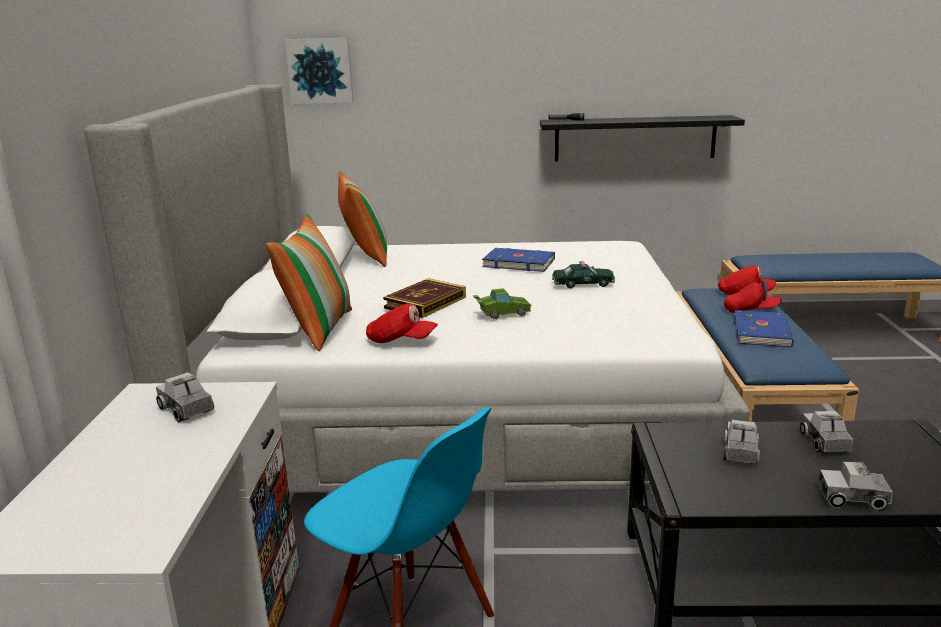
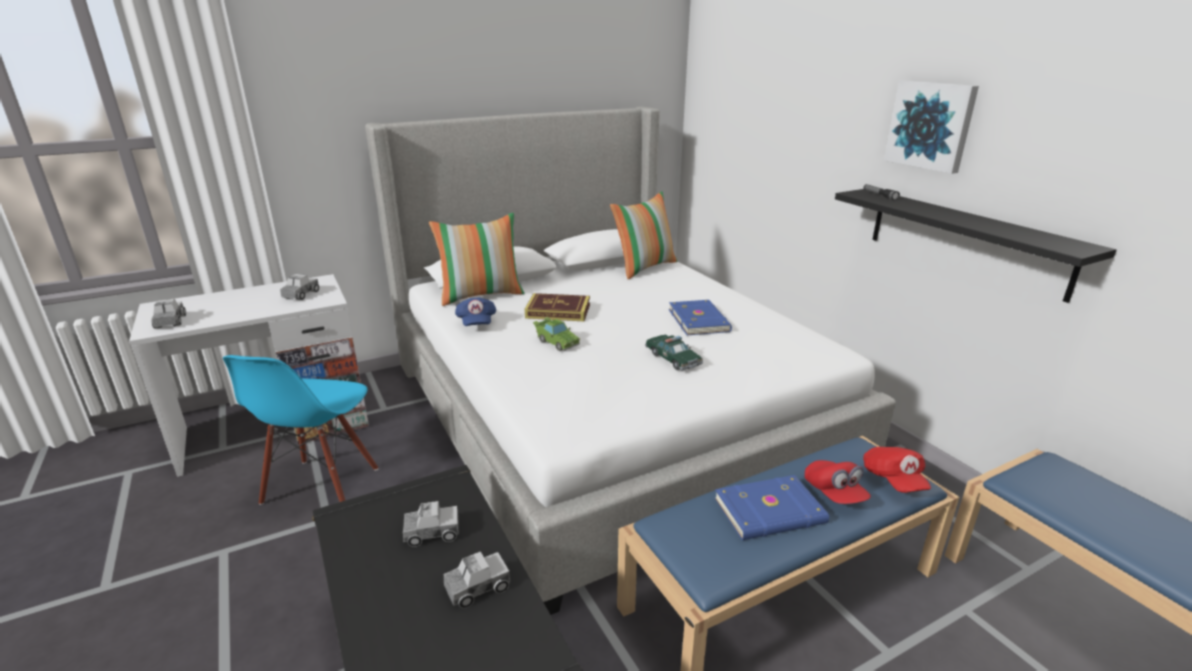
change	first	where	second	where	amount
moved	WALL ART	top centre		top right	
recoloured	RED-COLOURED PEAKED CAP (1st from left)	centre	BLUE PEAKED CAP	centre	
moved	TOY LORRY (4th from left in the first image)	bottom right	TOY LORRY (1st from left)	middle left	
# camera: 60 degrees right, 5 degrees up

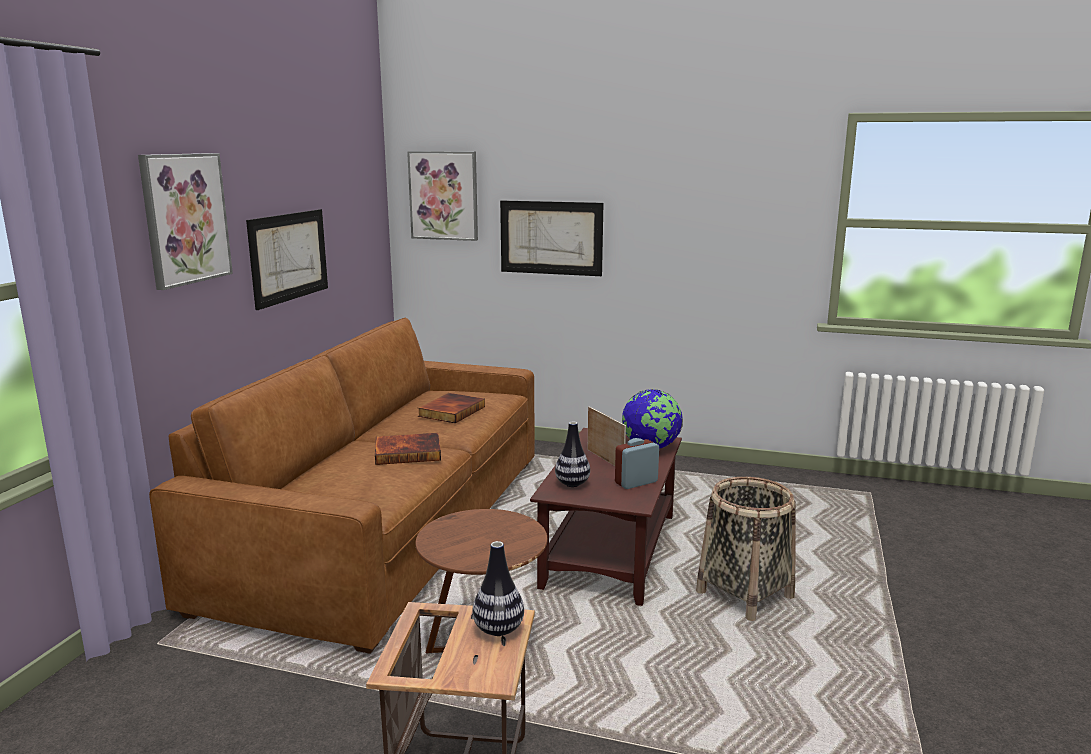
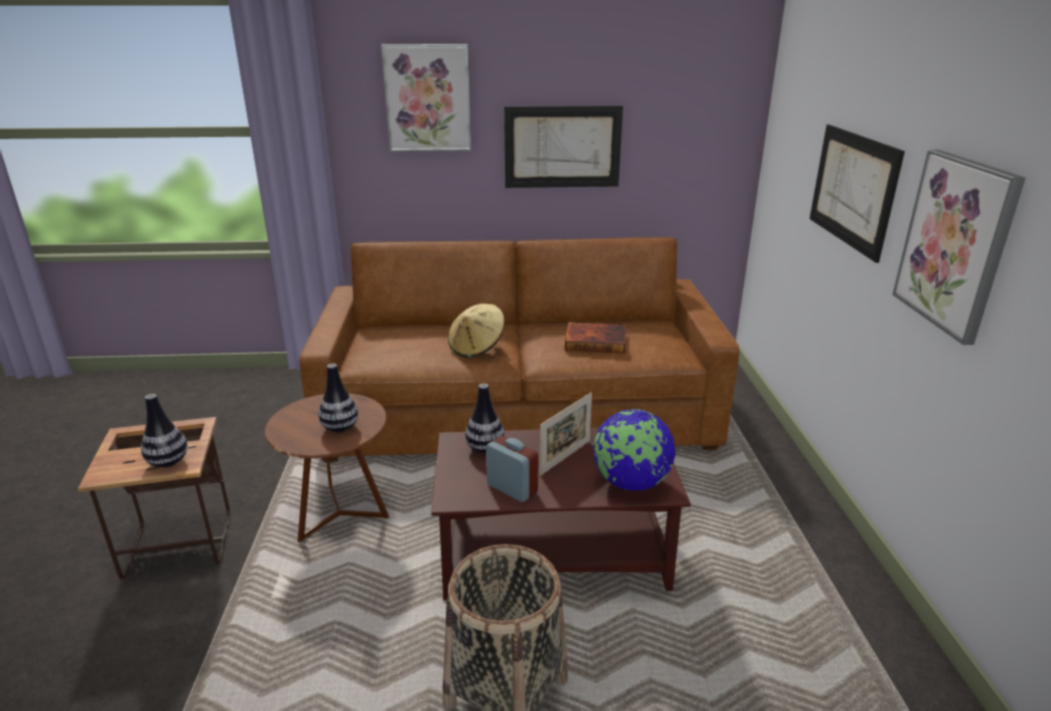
change	first	where	second	where	amount
replaced	BOUND BOOK (1st from left)	centre	BEIGE-COLOURED WEARABLE HAT	centre	
moved	WALL ART (3rd from left in the first image)	top centre	WALL ART (4th from left)	middle right	
added			VASE (2nd from left)	middle left	
# camera: 70 degrees right, 10 degrees up

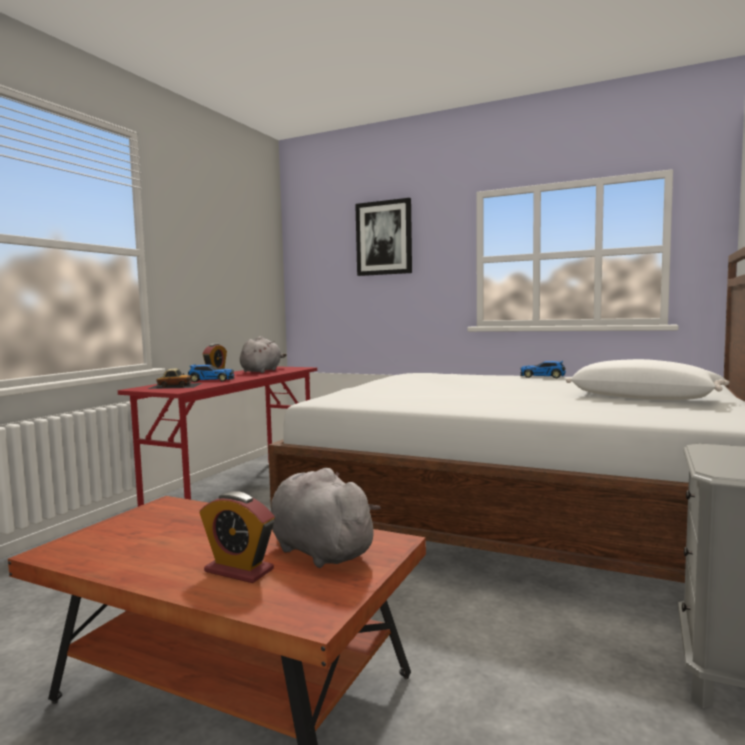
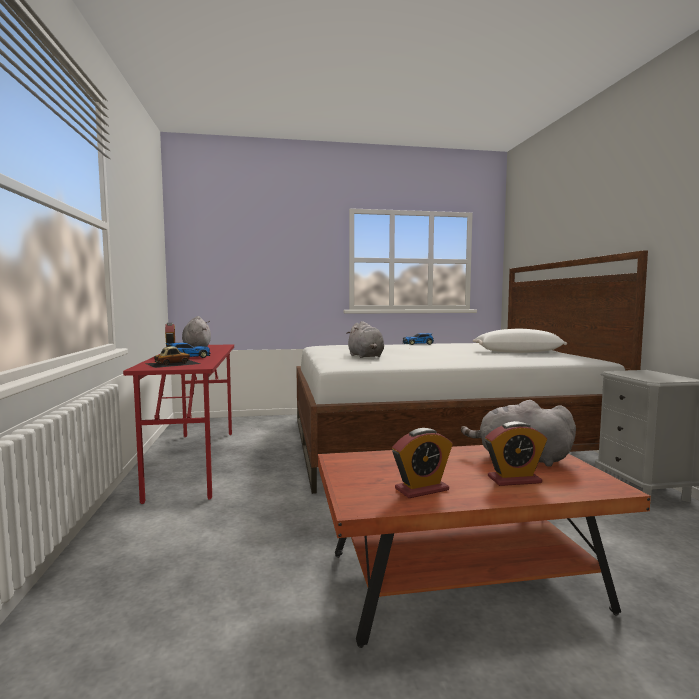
change	first	where	second	where	amount
removed	WALL ART	top centre			
added			GREYISH SOFT TOY (2nd from left)	centre	
added			ALARM CLOCK (2nd from left)	centre	
# camera: 35 degrees left, 0 degrees up

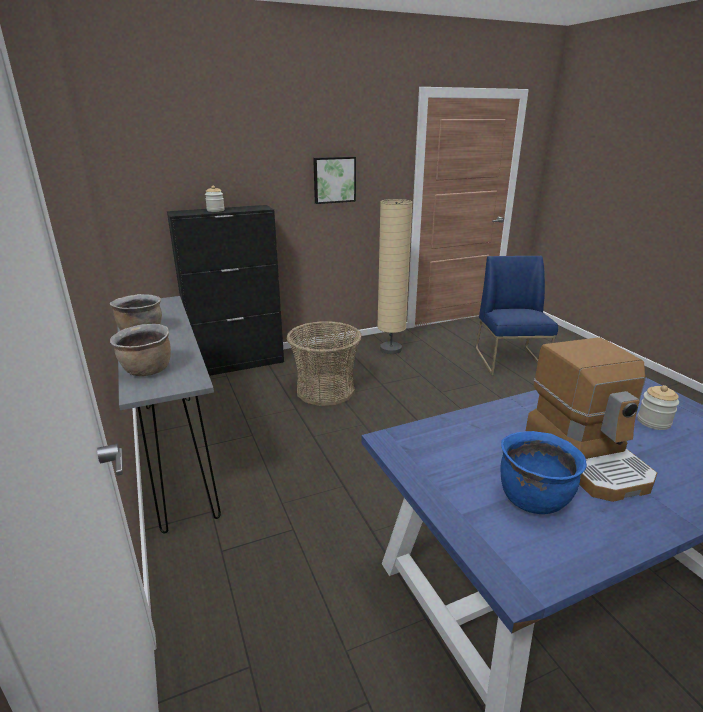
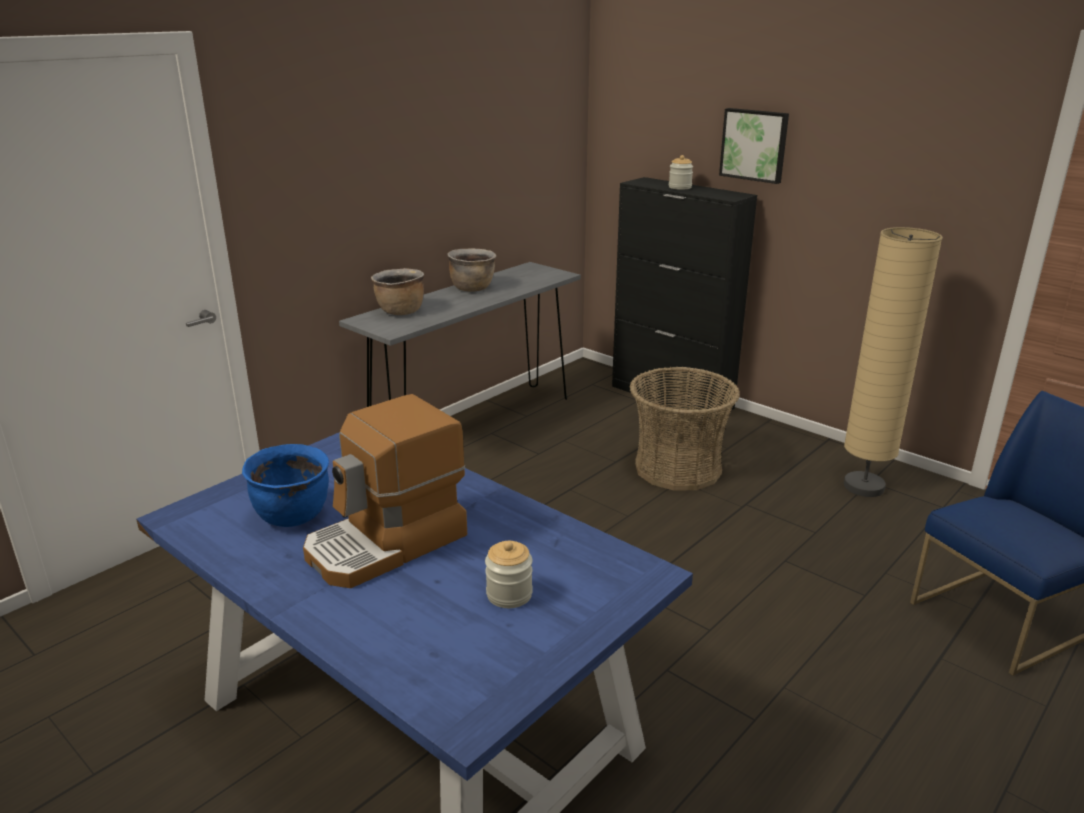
change	first	where	second	where	amount
moved	WALL ART	top centre		top right	
# camera: 65 degrees right, 0 degrees up

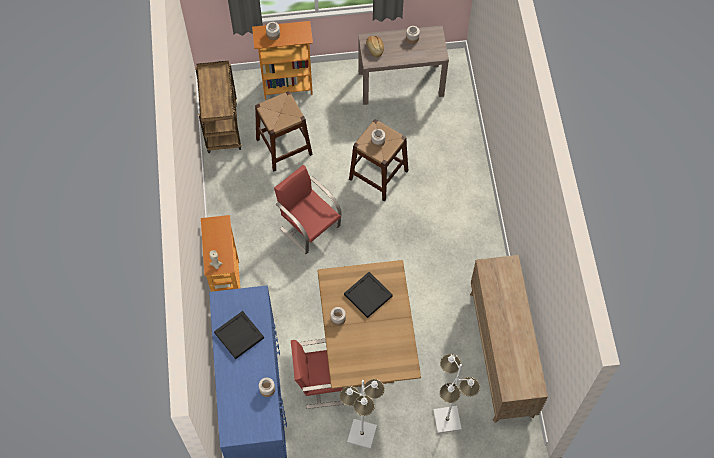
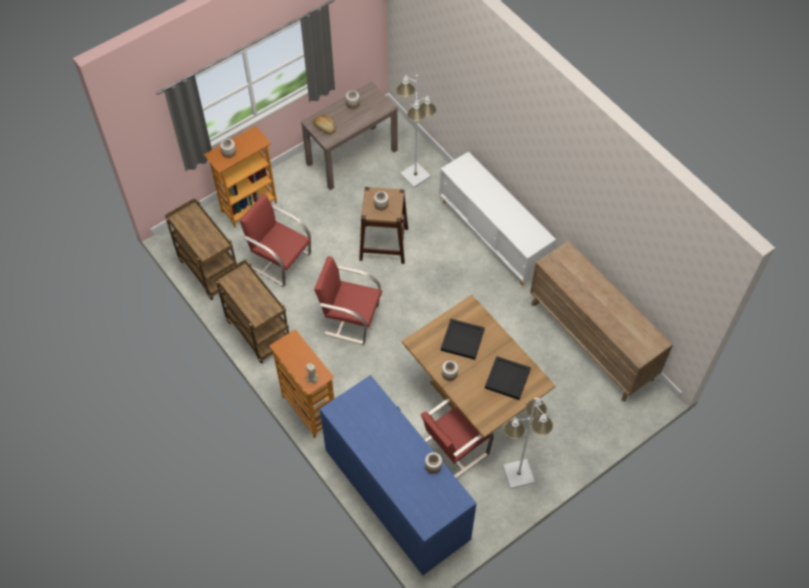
change	first	where	second	where	amount
moved	BLACK-COLOURED TRAY (1st from left in the first image)	bottom centre	BLACK-COLOURED TRAY (2nd from left)	centre	
replaced	BROWN-COLOURED STOOL SEAT (1st from left)	top centre	RED-COLOURED UPRIGHT CHAIR (1st from left)	centre	
moved	WHITISH FLOOR LAMP (2nd from left in the first image)	bottom centre	WHITISH FLOOR LAMP (1st from left)	top centre	
added			BROWN-COLOURED TROLLEY (2nd from left)	middle left	
added			WHITISH CUPBOARD	centre	
# camera: 30 degrees left, 5 degrees down

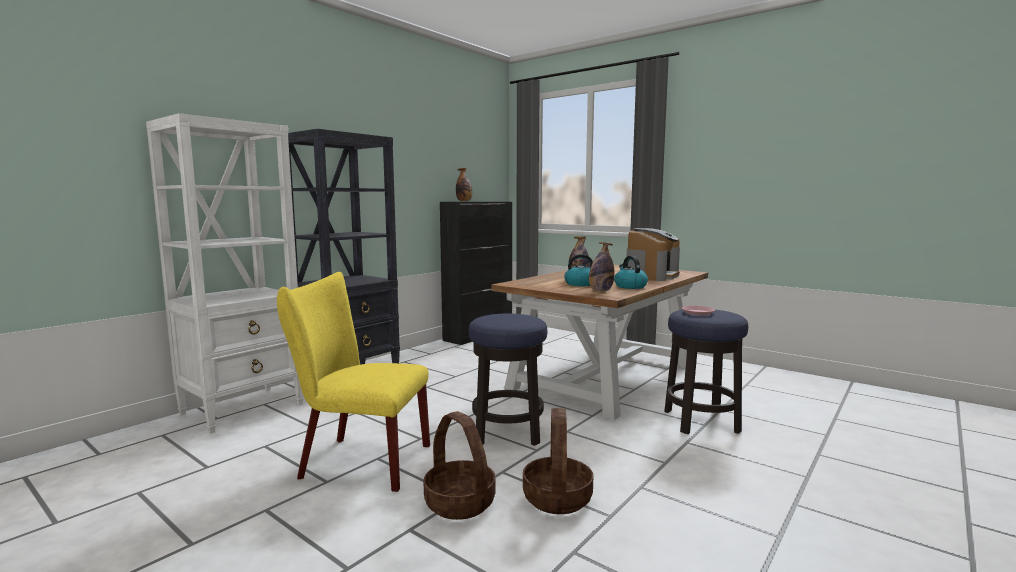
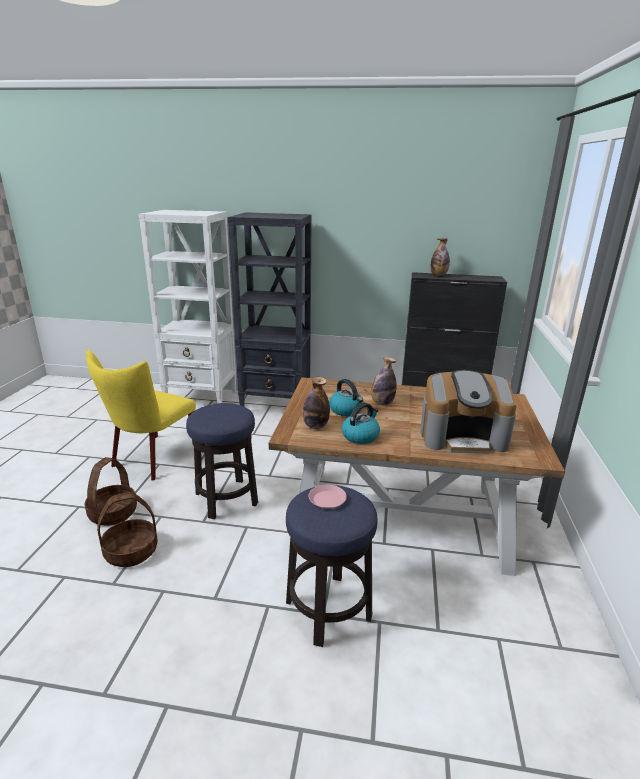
change	first	where	second	where	amount
turned	YELLOW-COLOURED UPRIGHT CHAIR	bottom centre		middle left	135 degrees counterclockwise
# camera: 60 degrees right, 15 degrees up

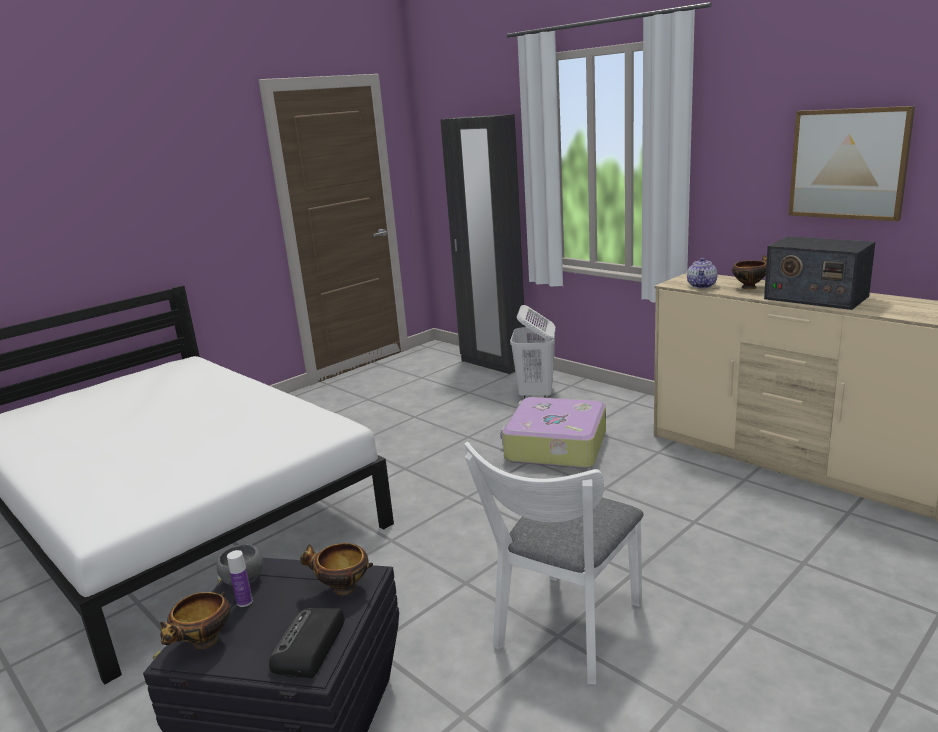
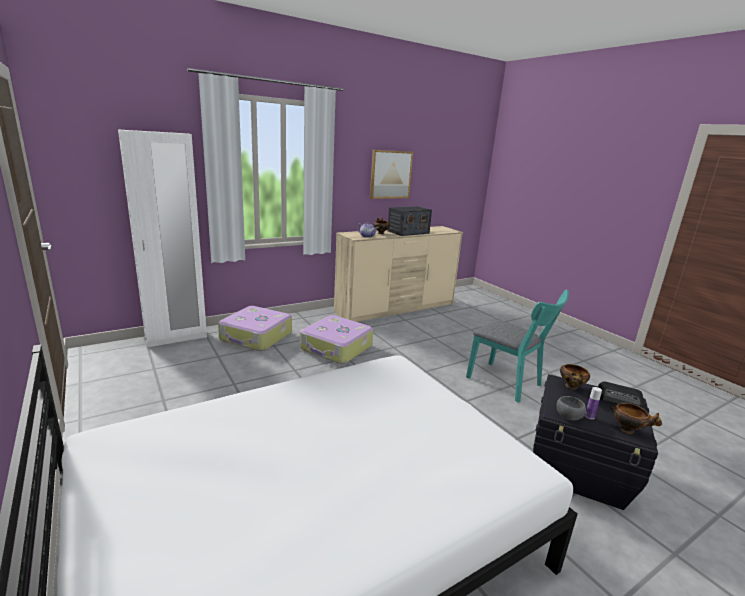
change	first	where	second	where	amount
recoloured	BLACK-COLOURED WARDROBE	centre	WHITISH WARDROBE	middle left	
recoloured	WHITISH UPRIGHT CHAIR	bottom centre	TURQUOISE-COLOURED UPRIGHT CHAIR	middle right	
replaced	WHITISH HAMPER	centre	TRAVEL CASE (1st from left)	centre	
# camera: 80 degrees left, 0 degrees up

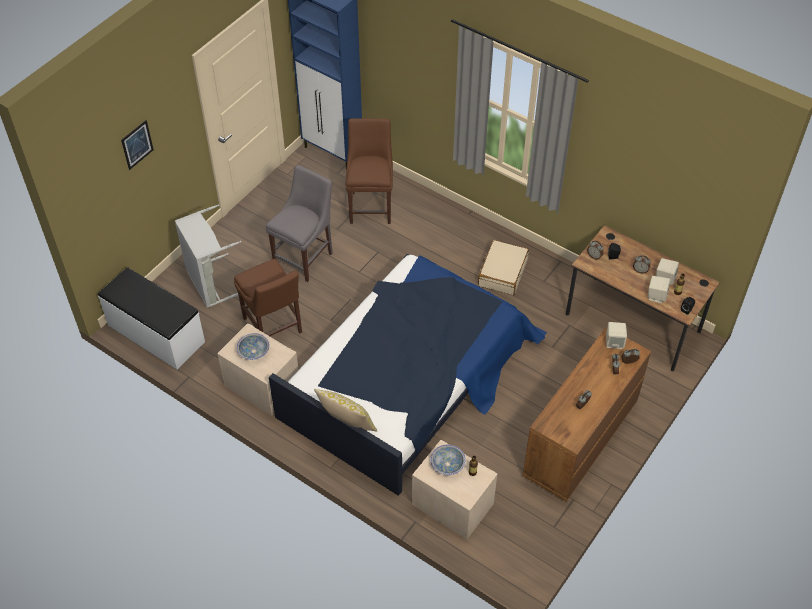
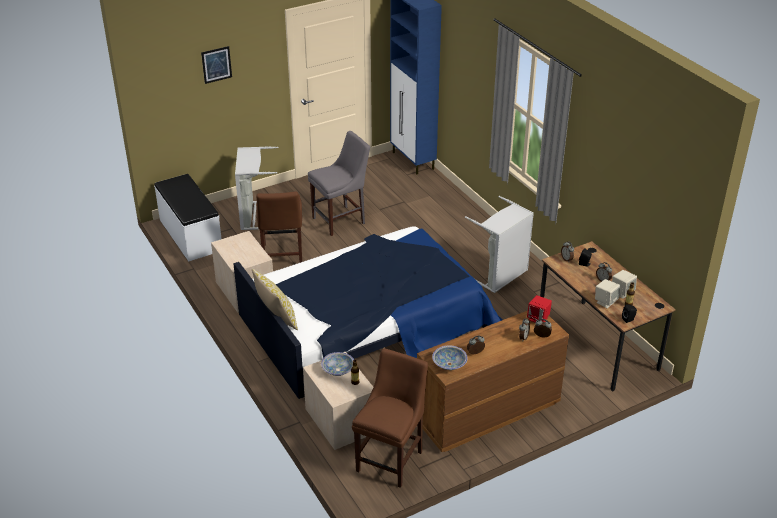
change	first	where	second	where	amount
moved	DEEP DISH (1st from left in the first image)	middle left	DEEP DISH (2nd from left)	bottom centre	
moved	BROWN-COLOURED UPRIGHT CHAIR (2nd from left)	top centre		bottom centre	
replaced	BEIGE-COLOURED TRAVEL CASE	centre	GREYISH HAMPER (2nd from left)	centre	
recoloured	BEIGE-COLOURED SPEAKER (1st from left)	middle right	RED-COLOURED SPEAKER	middle right	
# camera: 25 degrees right, 15 degrees down

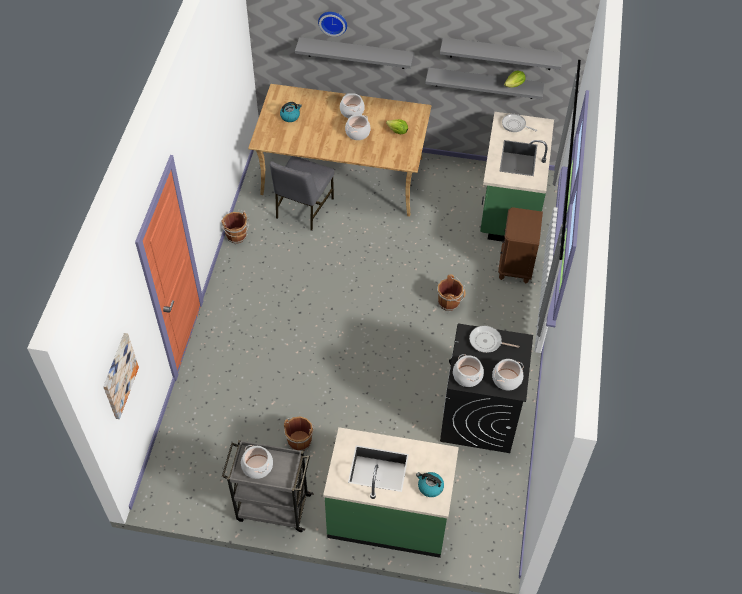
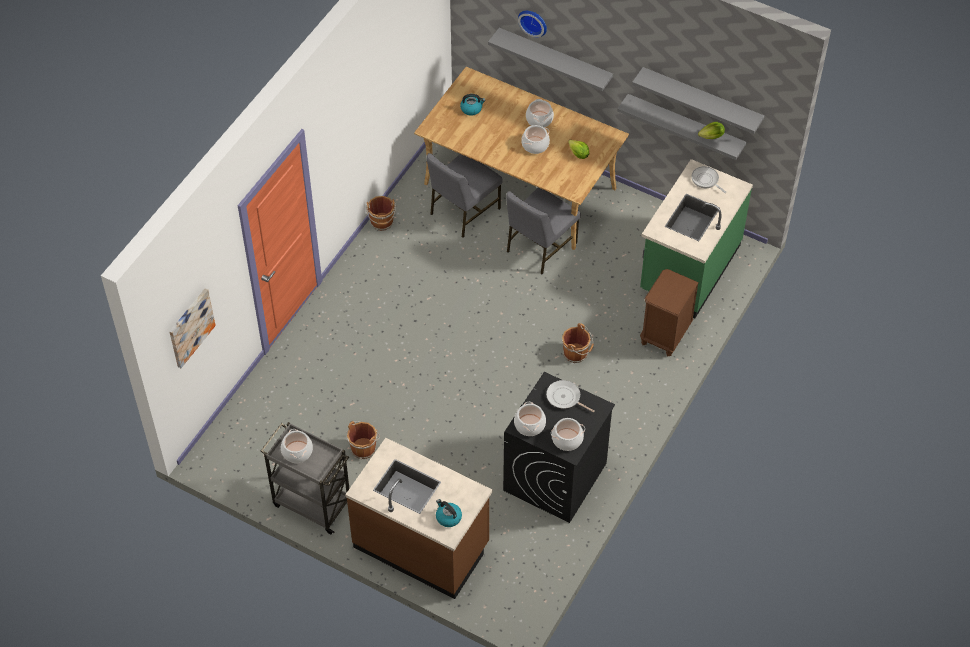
change	first	where	second	where	amount
recoloured	GREEN-COLOURED COUNTER (1st from left)	bottom centre	BROWN-COLOURED COUNTER	bottom centre	
added			GREYISH UPRIGHT CHAIR (2nd from left)	centre	
# camera: 20 degrees right, 0 degrees up

